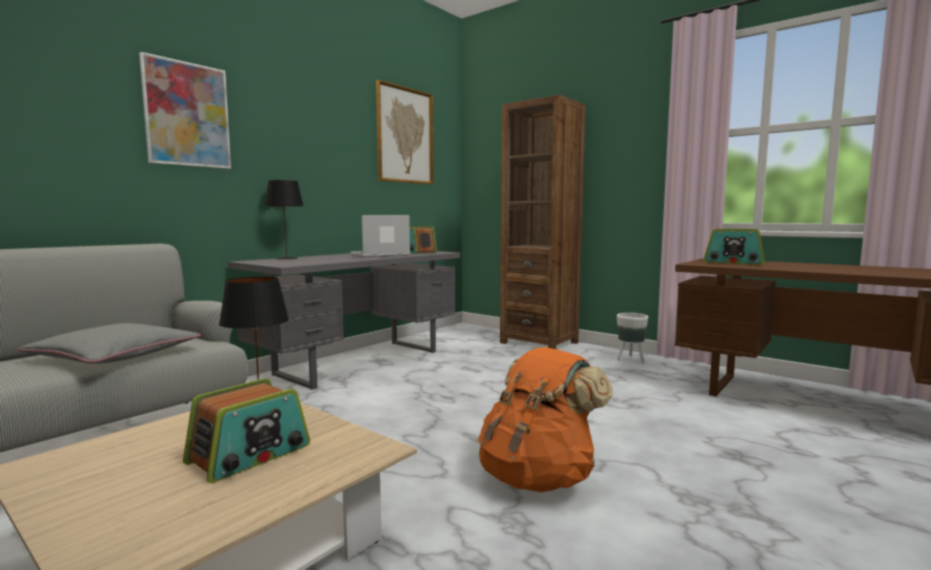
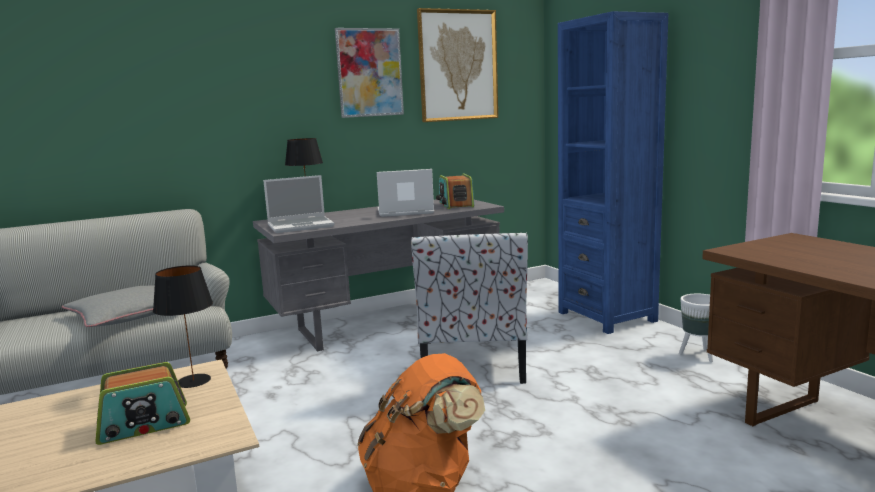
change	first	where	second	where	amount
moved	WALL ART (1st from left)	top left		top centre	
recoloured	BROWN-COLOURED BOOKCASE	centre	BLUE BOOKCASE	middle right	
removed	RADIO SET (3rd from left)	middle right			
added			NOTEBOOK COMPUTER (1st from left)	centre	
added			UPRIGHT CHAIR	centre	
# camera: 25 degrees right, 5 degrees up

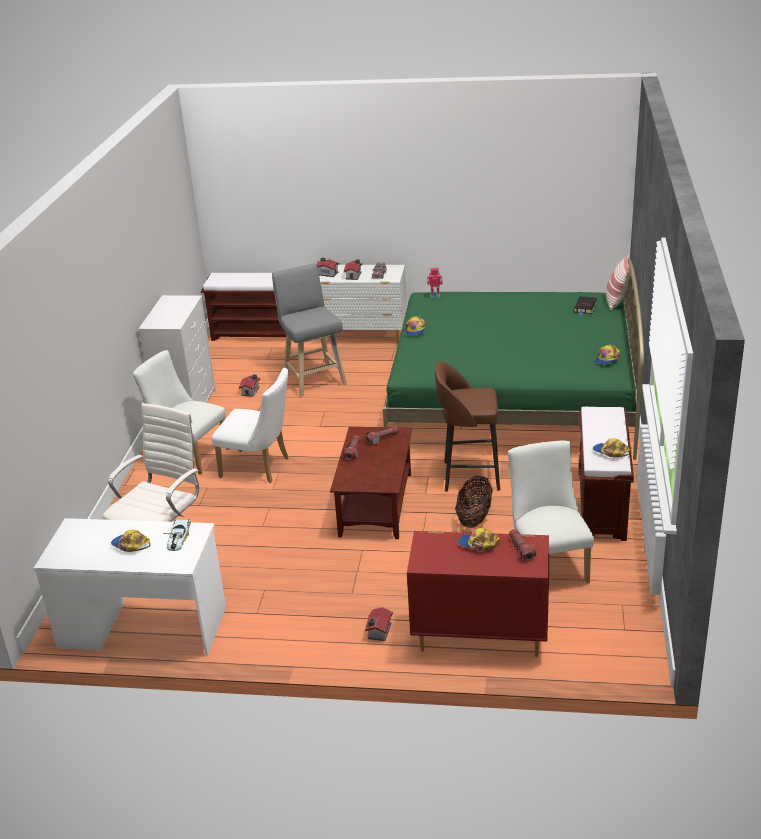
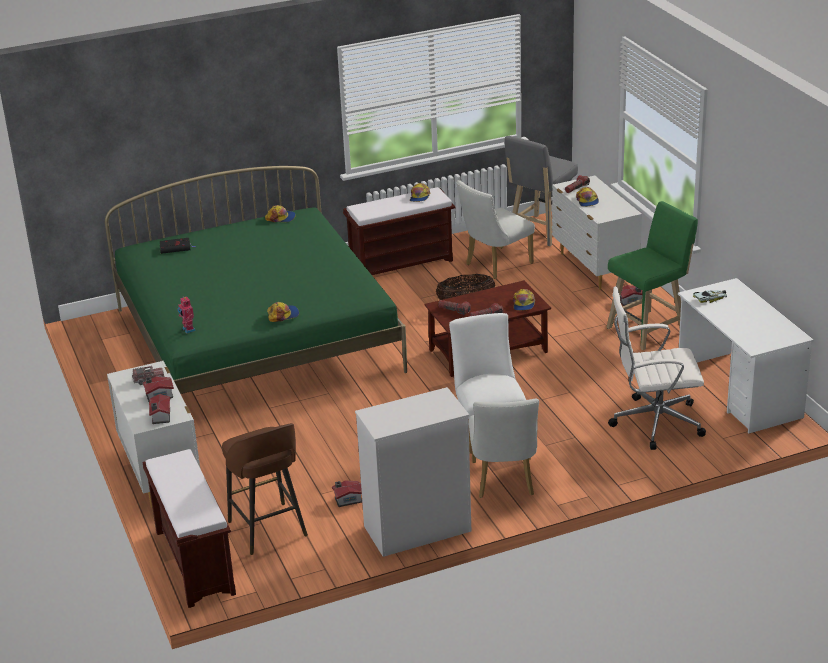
change	first	where	second	where	amount
moved	PEAKED CAP (1st from left in the first image)	middle left	PEAKED CAP (4th from left)	centre	
moved	GREYISH STOOL SEAT	centre		top centre	
recoloured	RED-COLOURED DRESSER	bottom centre	WHITISH DRESSER (3rd from left)	middle right	
moved	BROWN-COLOURED STOOL SEAT	centre		bottom left	
removed	PILLOW	middle right			
added			GREEN-COLOURED STOOL SEAT	middle right	
# camera: 120 degrees left, 0 degrees up

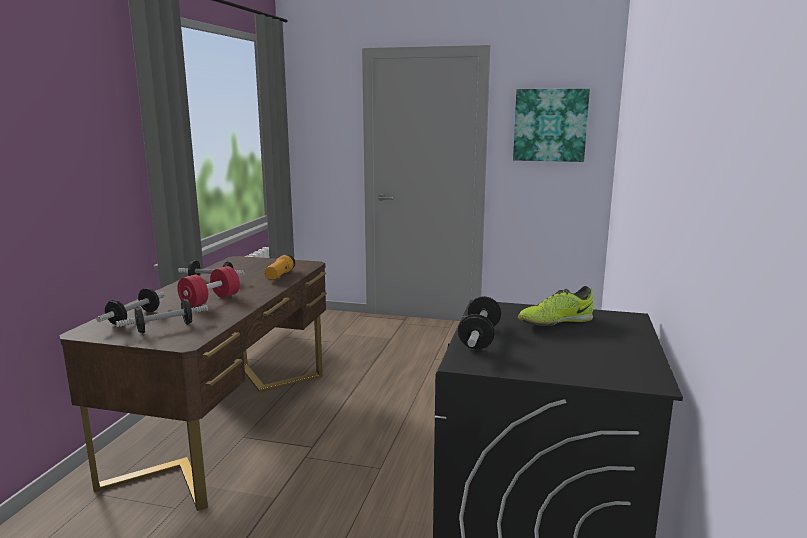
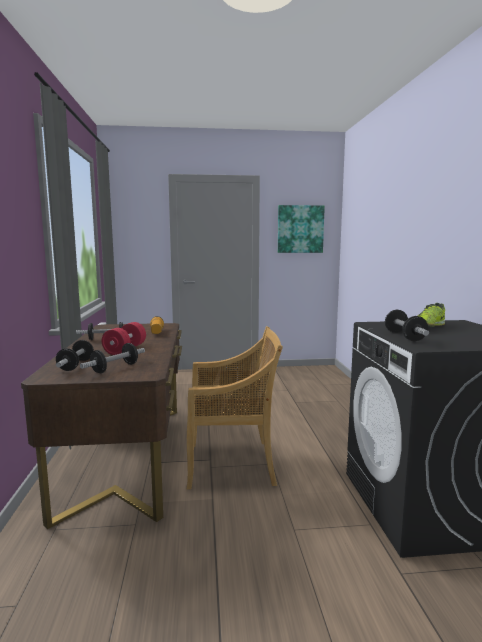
change	first	where	second	where	amount
added			BEIGE-COLOURED UPRIGHT CHAIR	centre	
# camera: 20 degrees left, 5 degrees down

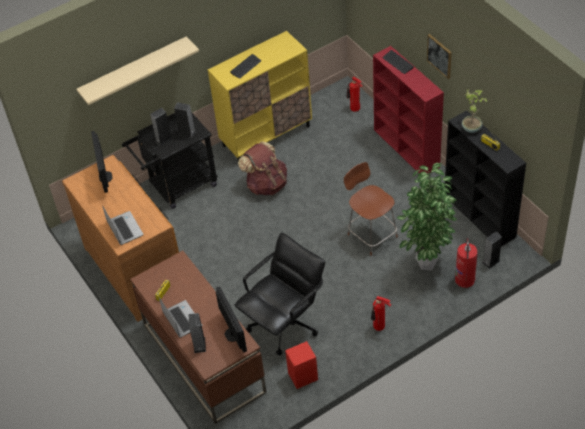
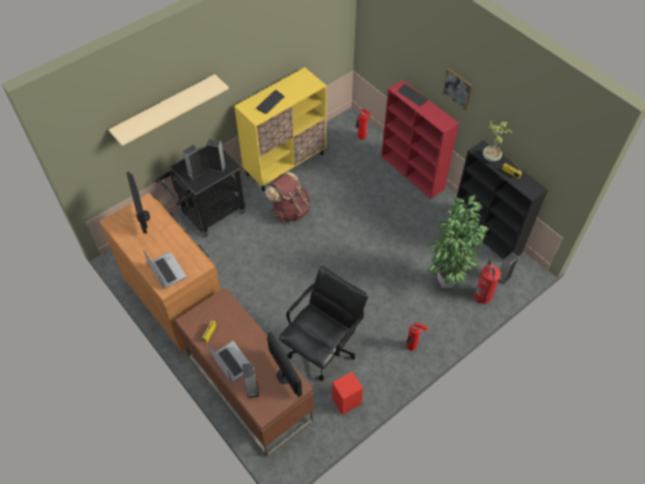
change	first	where	second	where	amount
removed	BROWN-COLOURED UPRIGHT CHAIR	centre			
# camera: 10 degrees left, 5 degrees up

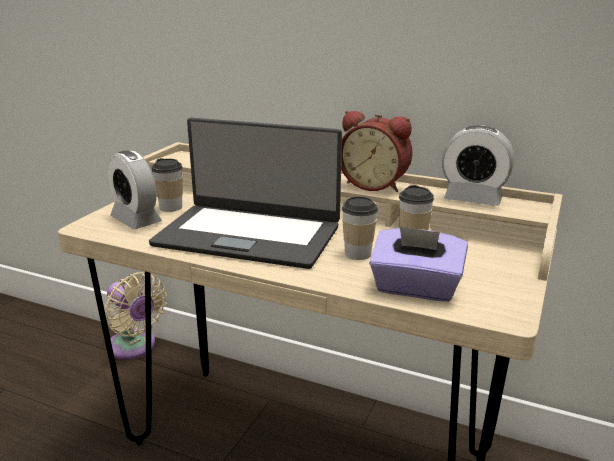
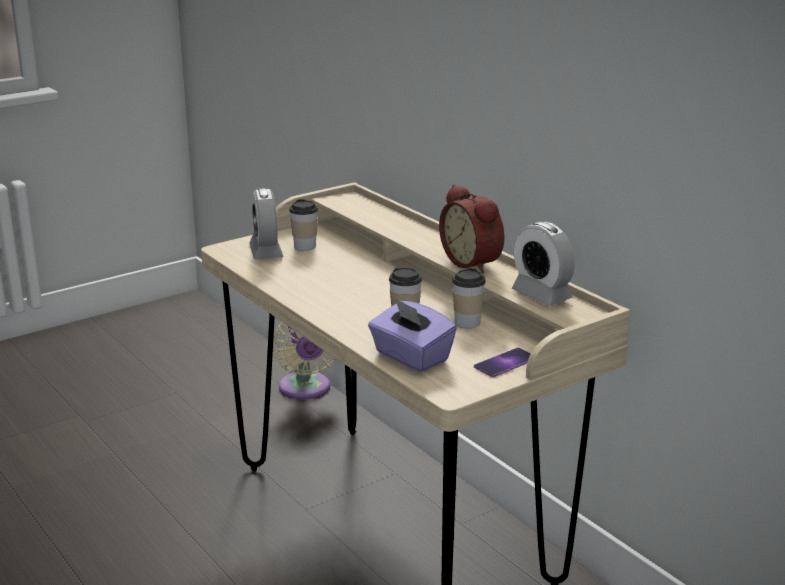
change	first	where	second	where	amount
removed	NOTEBOOK COMPUTER	centre			
added			PHONE	centre	
# camera: 30 degrees right, 0 degrees up

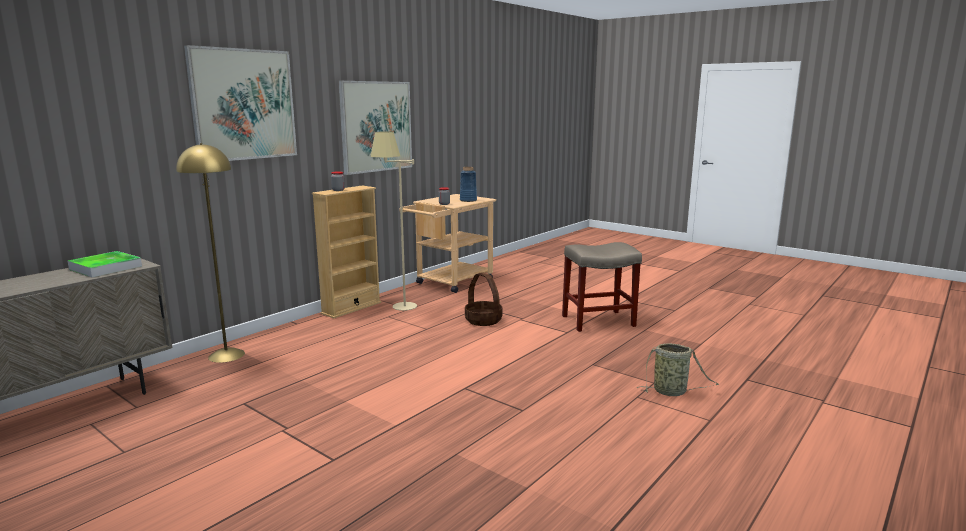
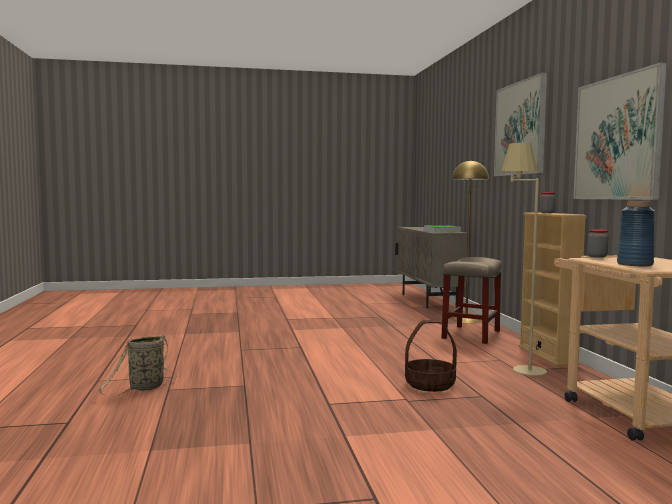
change	first	where	second	where	amount
moved	BEIGE-COLOURED STOOL SEAT	centre		middle right	
# camera: 130 degrees right, 10 degrees down

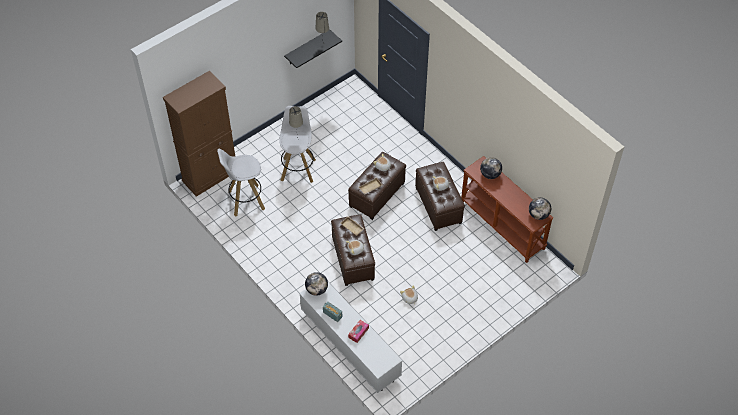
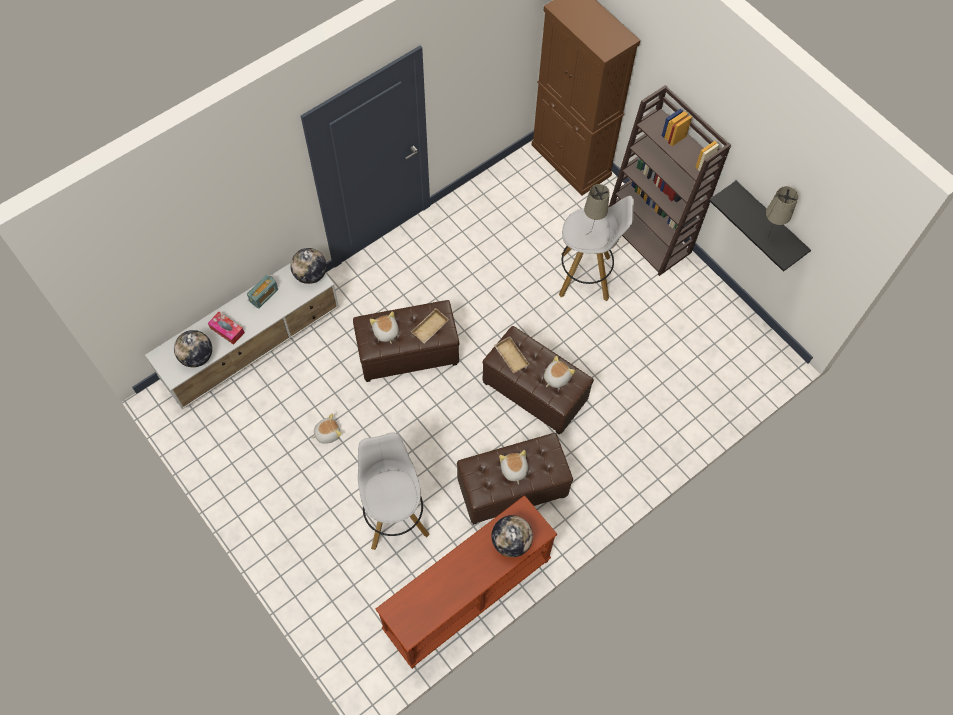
change	first	where	second	where	amount
moved	WHITISH STOOL SEAT (1st from left)	middle left		bottom centre	
moved	DESK GLOBE (3rd from left in the first image)	middle right	DESK GLOBE (1st from left)	middle left	
added			BROWN-COLOURED BOOKCASE	top right	
# camera: 90 degrees right, 10 degrees up

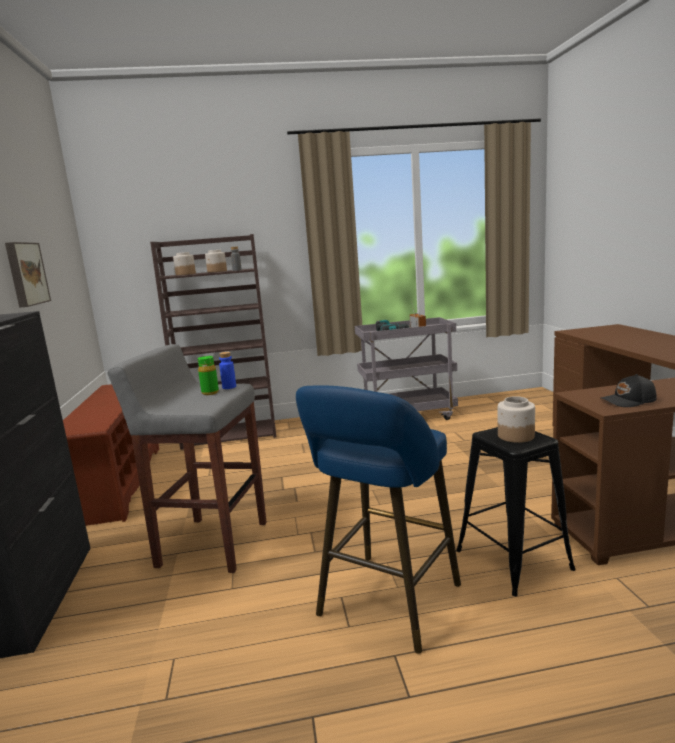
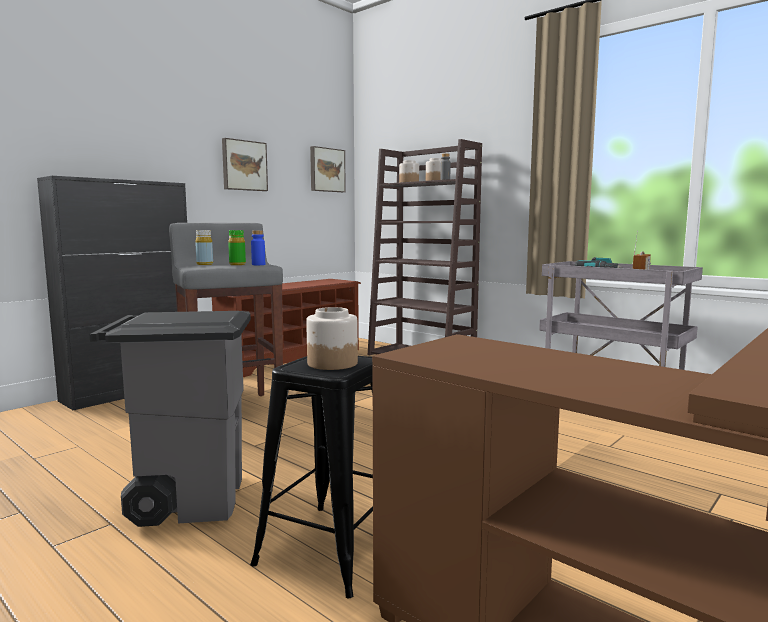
change	first	where	second	where	amount
replaced	BLUE STOOL SEAT	bottom centre	GREYISH RUBBISH BIN	bottom left	
removed	BLACK-COLOURED PEAKED CAP	middle right			
added			YELLOW-COLOURED BOTTLE	middle left	
added			WALL ART (2nd from left)	top centre	
# camera: 50 degrees right, 5 degrees down

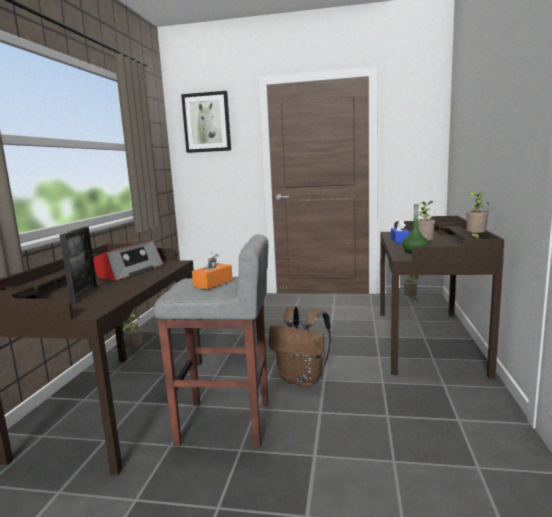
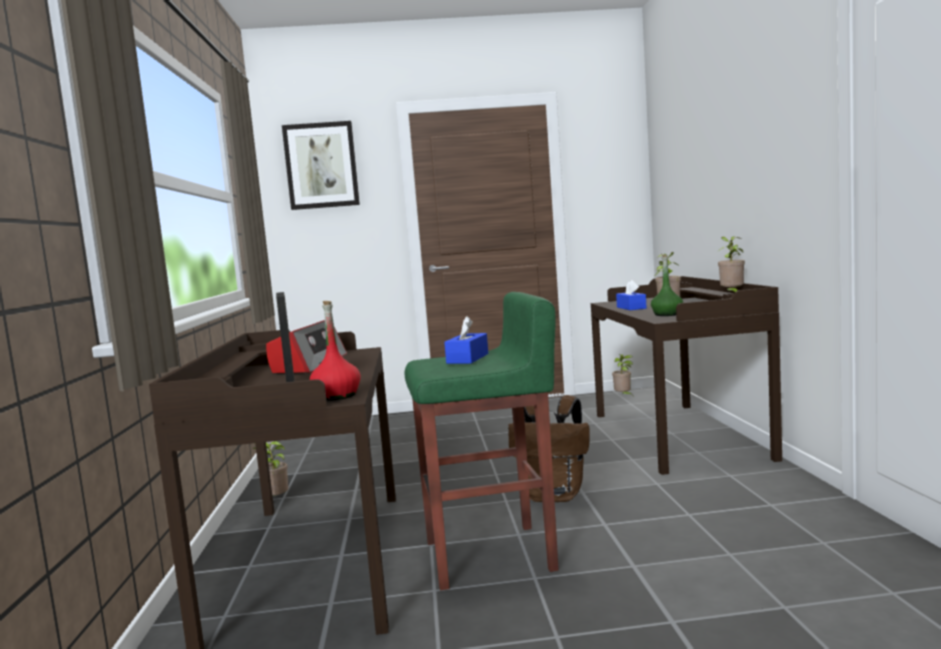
change	first	where	second	where	amount
recoloured	GREYISH STOOL SEAT	centre	GREEN-COLOURED STOOL SEAT	bottom centre	
recoloured	ORANGEY BOX OF TISSUES	centre	BLUE BOX OF TISSUES (1st from left)	centre	
added			RED-COLOURED BOTTLE	centre	
# camera: 15 degrees left, 5 degrees down

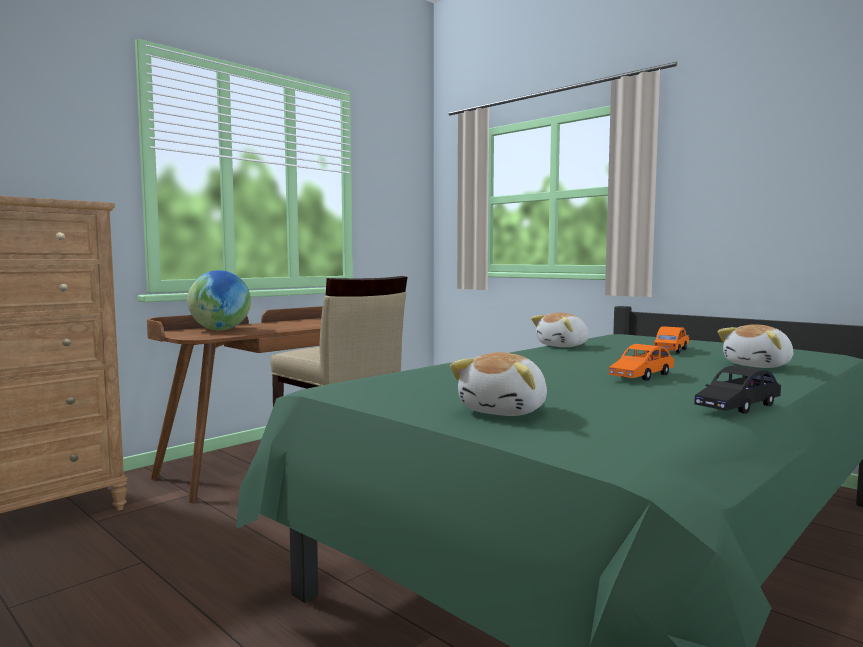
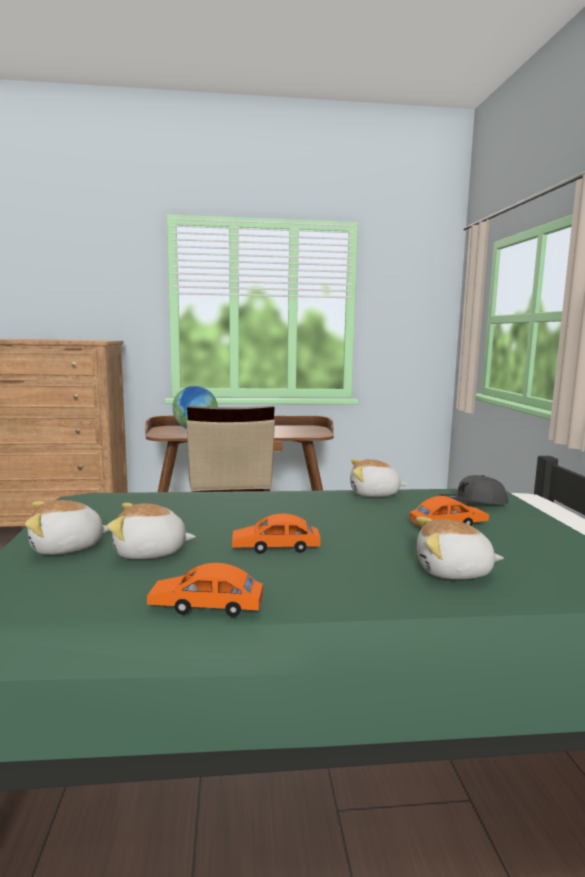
change	first	where	second	where	amount
recoloured	BLACK-COLOURED TOY CAR	middle right	ORANGEY TOY CAR (1st from left)	bottom centre	
added			SOFT TOY (2nd from left)	middle left	
added			GREYISH PEAKED CAP	middle right	
# camera: 40 degrees right, 5 degrees up

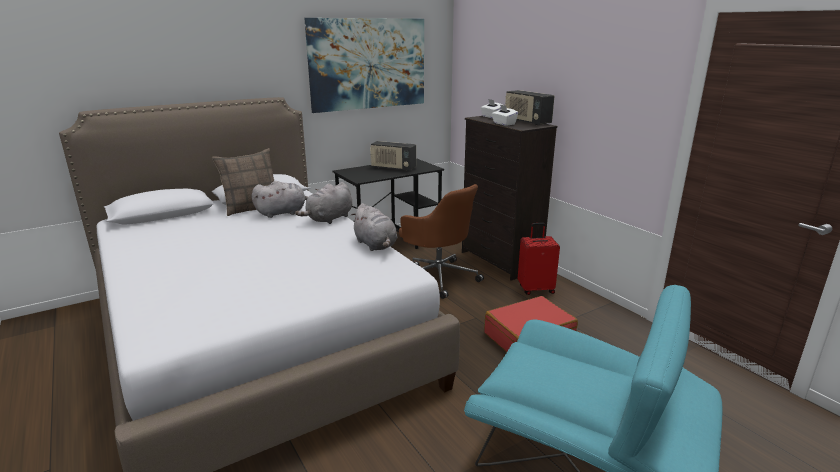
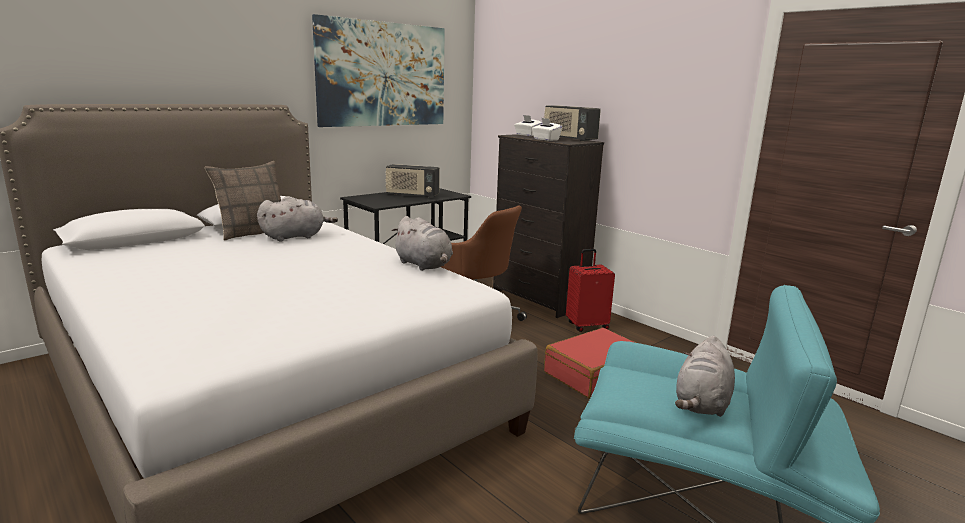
change	first	where	second	where	amount
moved	GREYISH SOFT TOY (2nd from left in the first image)	centre	GREYISH SOFT TOY (3rd from left)	bottom right	
# camera: 10 degrees left, 5 degrees down

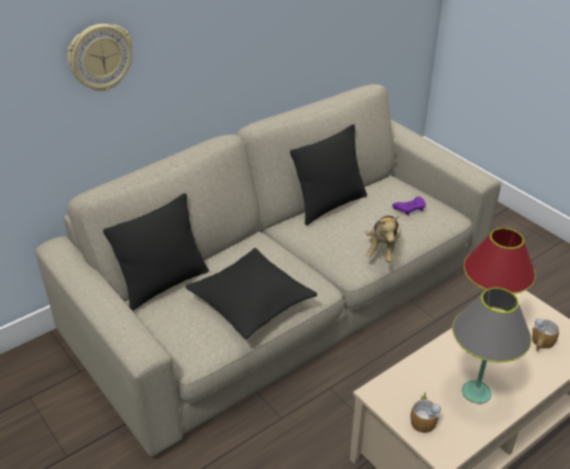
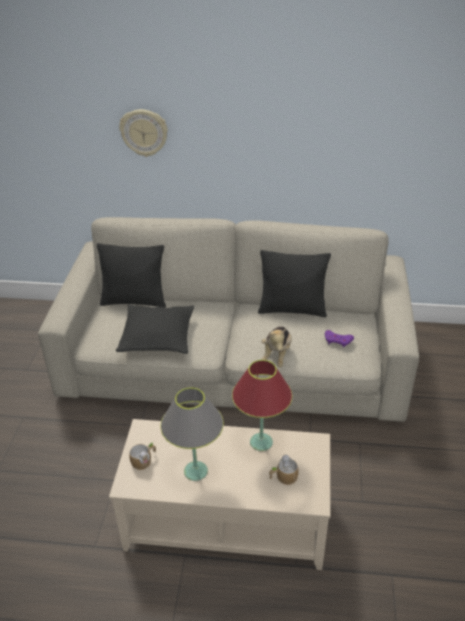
change	first	where	second	where	amount
turned	SOFT TOY	middle right		centre	45 degrees counterclockwise
# camera: 45 degrees right, 0 degrees up

